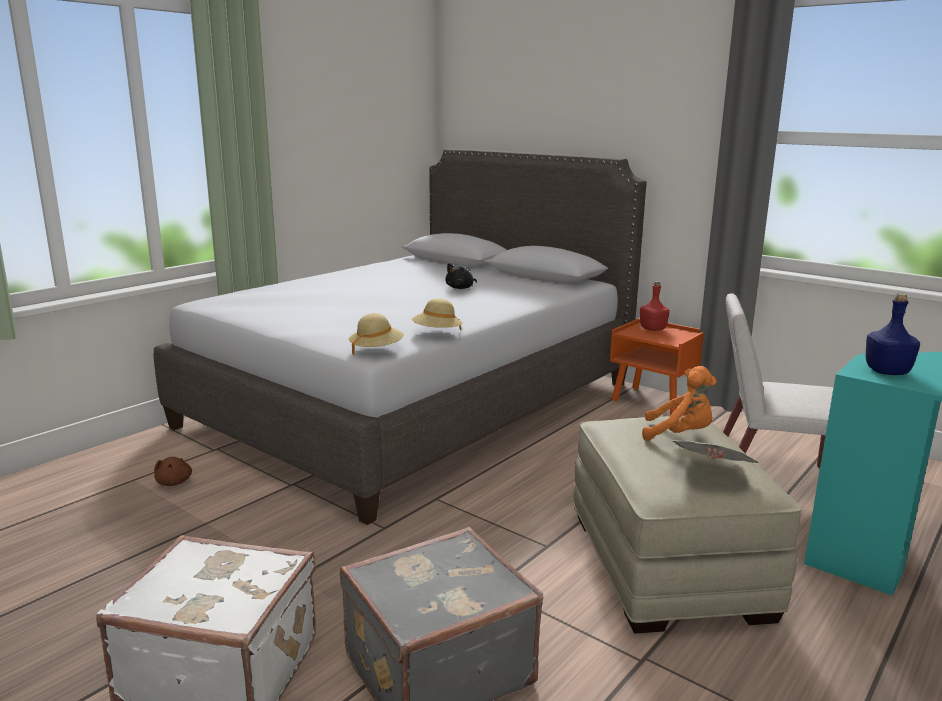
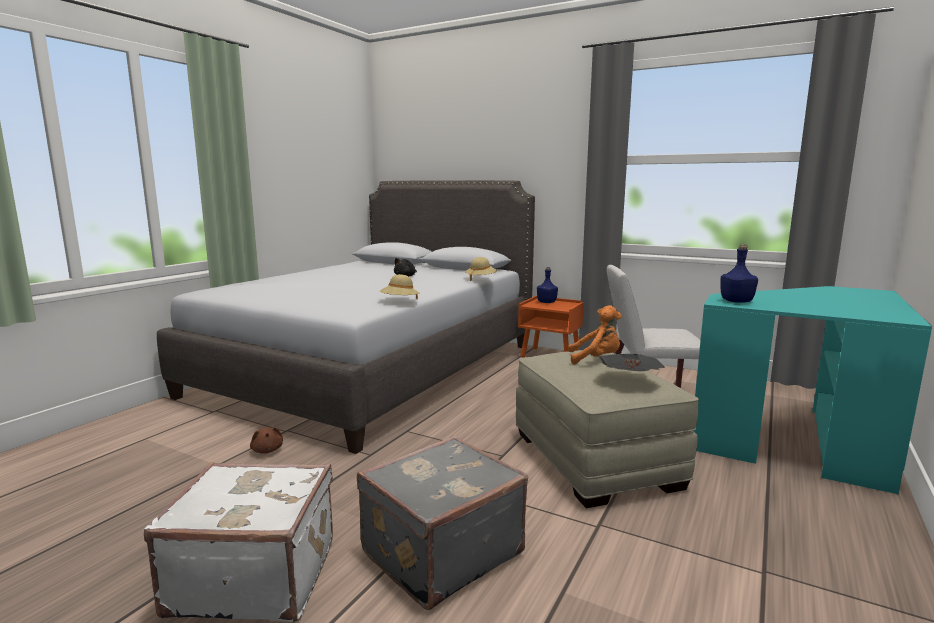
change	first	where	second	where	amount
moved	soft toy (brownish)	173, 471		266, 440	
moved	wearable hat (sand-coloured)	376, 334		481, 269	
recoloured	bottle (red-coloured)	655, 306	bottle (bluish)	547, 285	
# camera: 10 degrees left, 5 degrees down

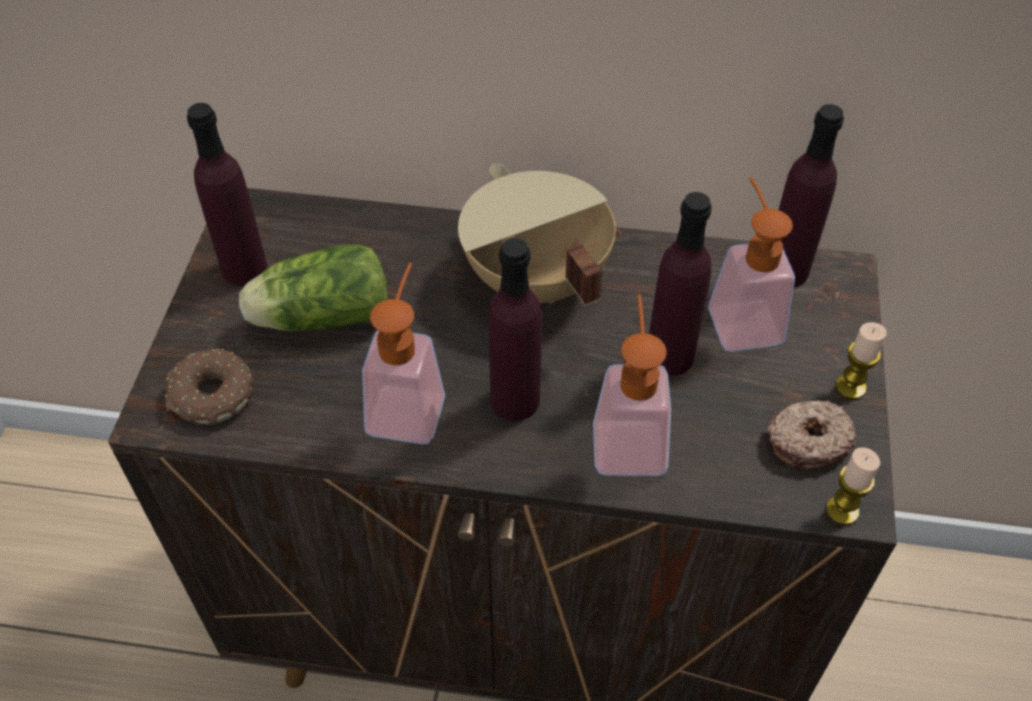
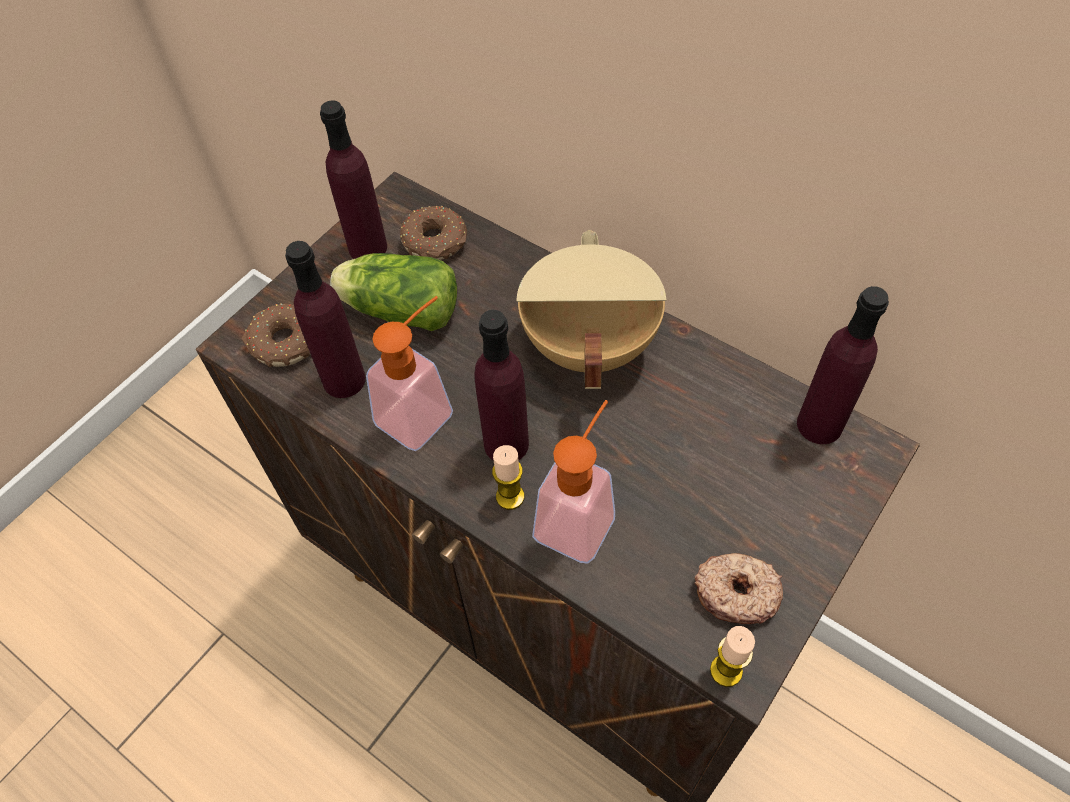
change	first	where	second	where	amount
moved	bottle (purple)	680, 284		325, 319	
removed	soap bottle	751, 264			
moved	wax light	861, 361		508, 477	
added			ring doughnut	433, 233	
# camera: 30 degrees right, 5 degrees up

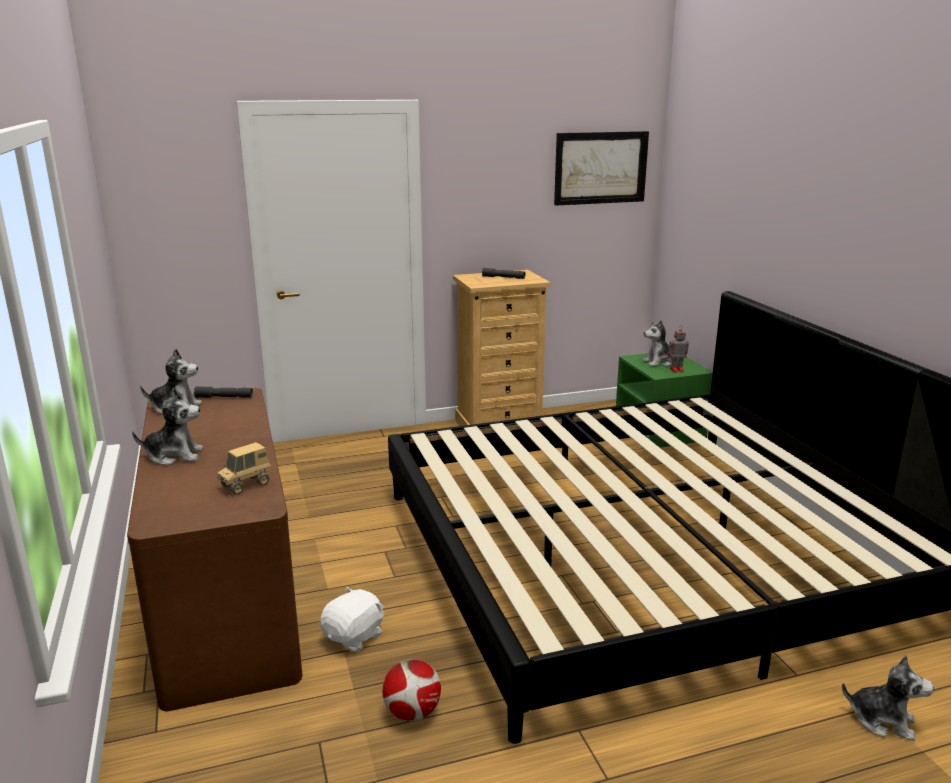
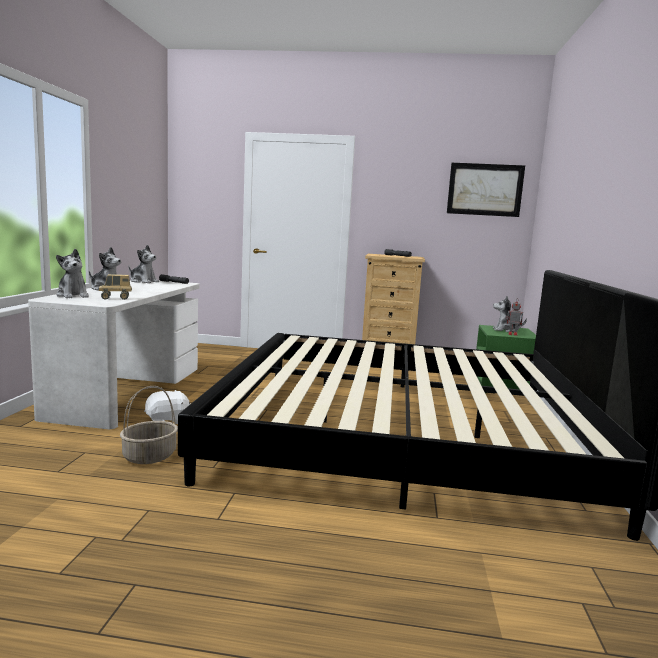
change	first	where	second	where	amount
recoloured	desk table (brownish)	214, 549	desk table (white-coloured)	113, 354	
replaced	ball for football	411, 690	basket	149, 425	
moved	soft toy	888, 698		72, 273	
# camera: 25 degrees right, 10 degrees down

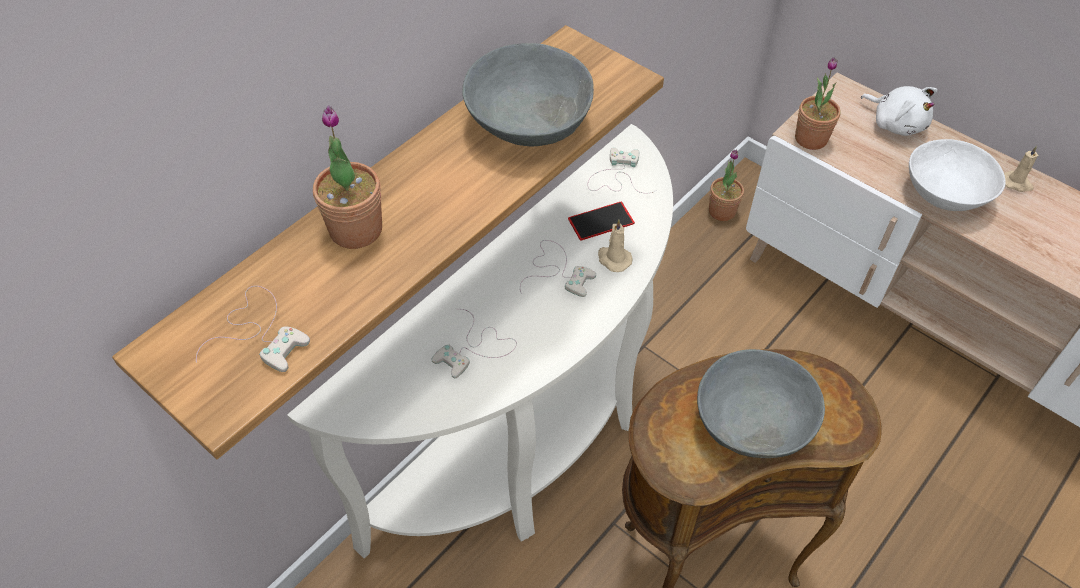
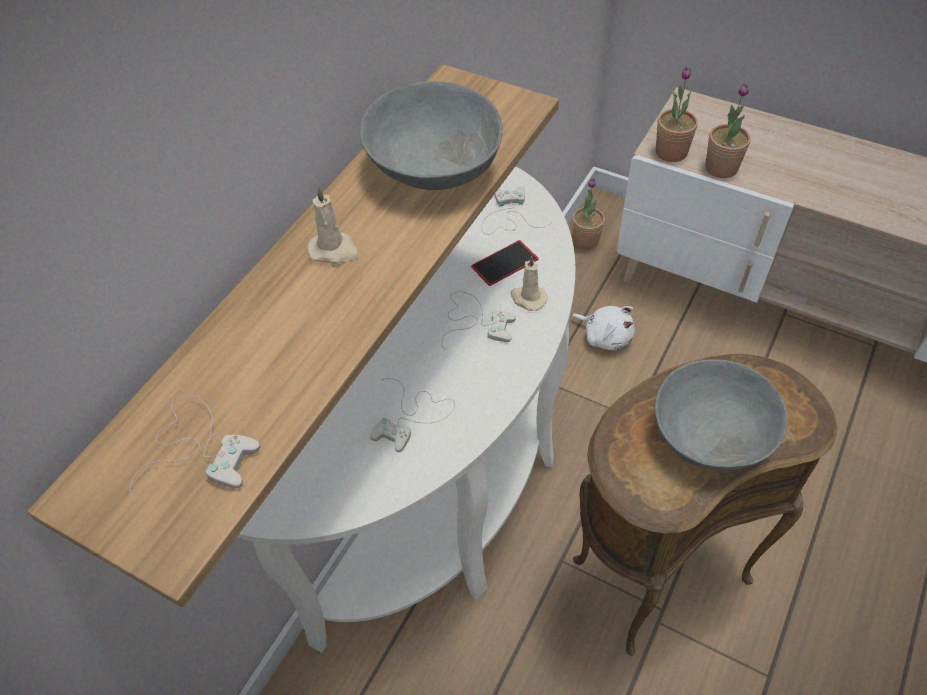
change	first	where	second	where	amount
moved	potted plant	347, 177		728, 130	
moved	soft toy (white-coloured)	899, 111		603, 328	
removed	serving bowl (white-coloured)	957, 175			
moved	wax light (sand-coloured)	1021, 169		334, 225	
# camera: 10 degrees left, 0 degrees up

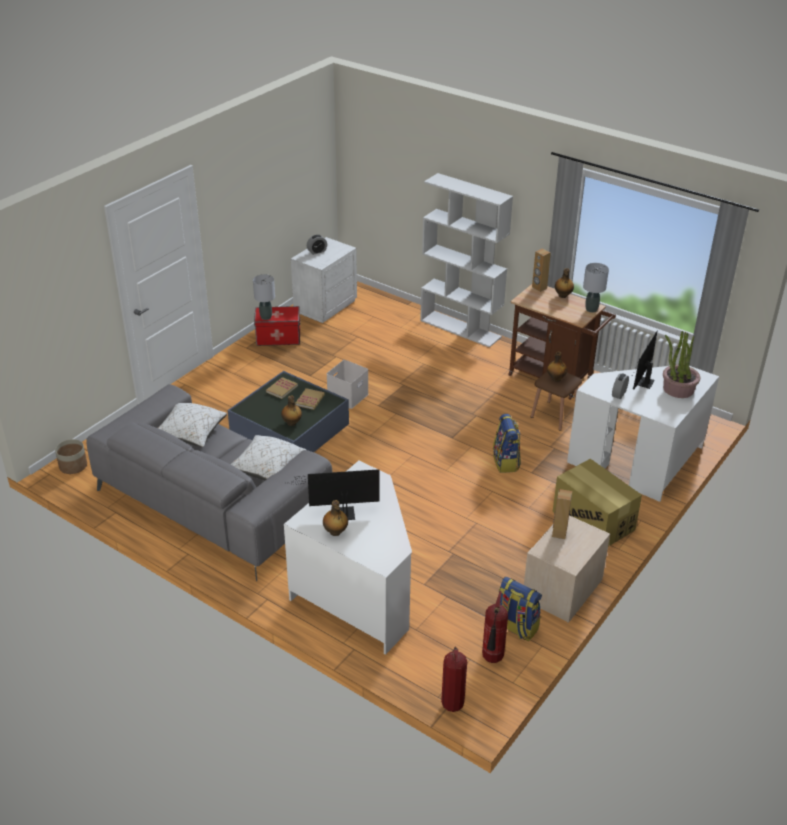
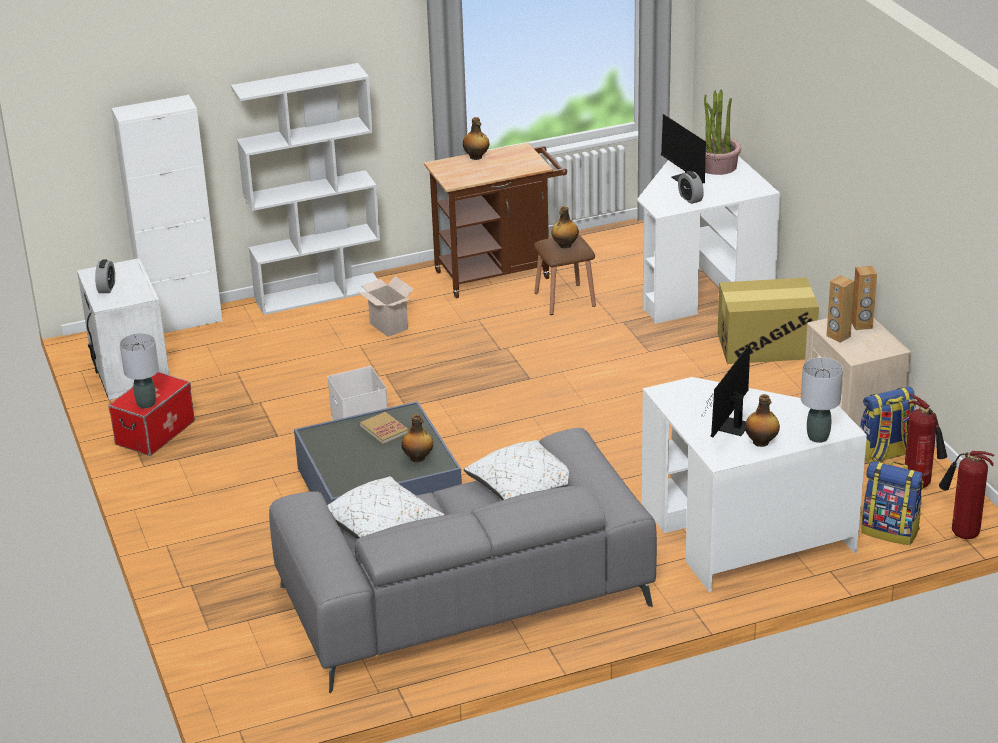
change	first	where	second	where	amount
removed	flower pot	71, 456			
removed	bound book	282, 388			
moved	rucksack	507, 443		892, 503	
moved	audio speaker (brownish)	541, 270		864, 298	
moved	tabletop lamp (greyish)	596, 288		822, 400	
added			storage cabinet (white-coloured)	167, 214	
added			cardboard box	386, 306	
# camera: 55 degrees left, 5 degrees down

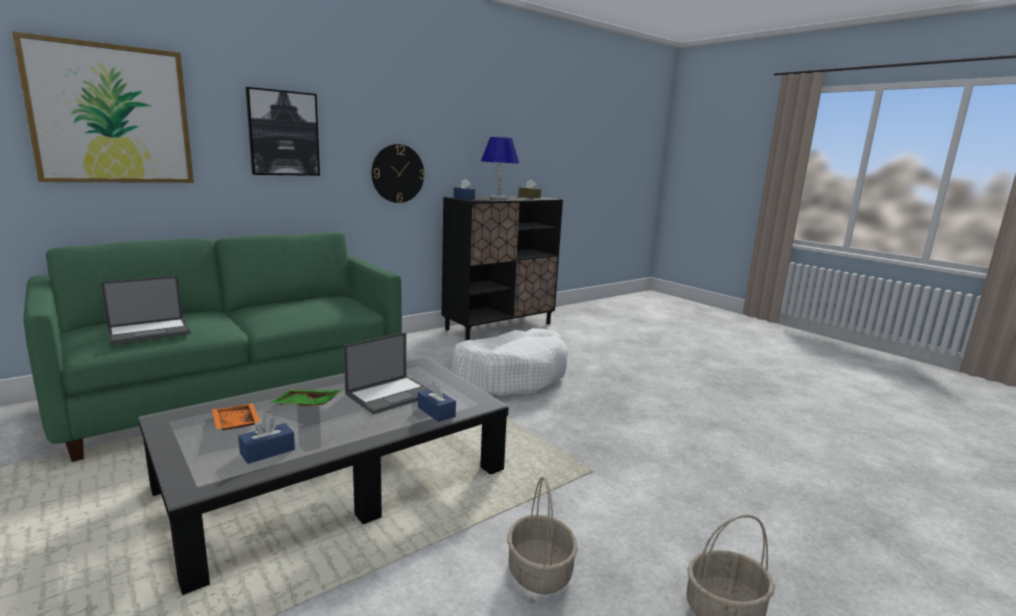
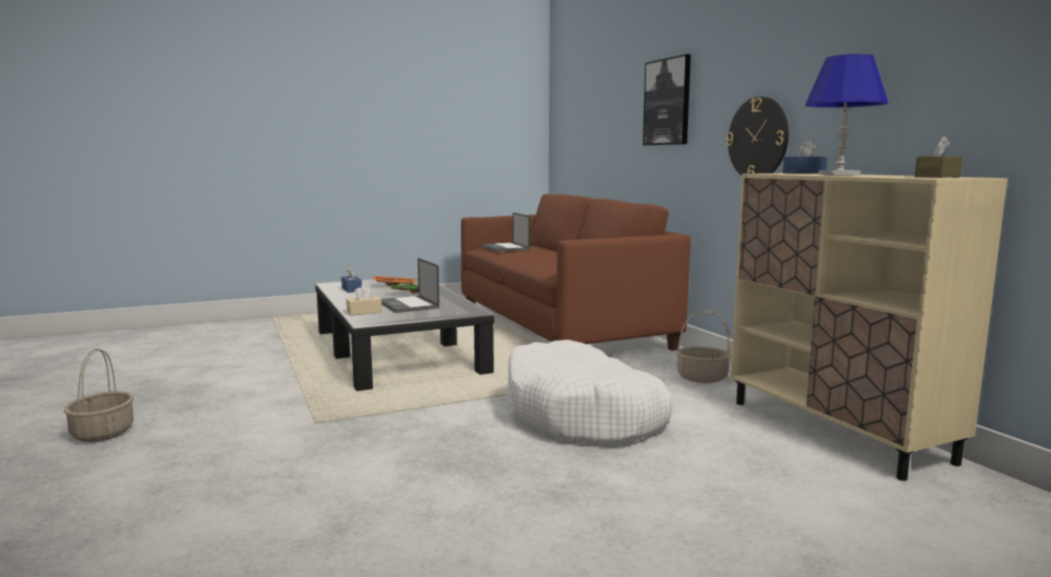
change	first	where	second	where	amount
removed	picture	103, 107			
recoloured	sofa (green)	213, 347	sofa (brownish)	575, 272	
recoloured	tissue holder (bluish)	437, 401	tissue holder (sand-coloured)	364, 300	
recoloured	storage cabinet (black-coloured)	502, 268	storage cabinet (sand-coloured)	869, 327	
moved	basket	542, 535		703, 346	
# camera: 105 degrees right, 5 degrees down

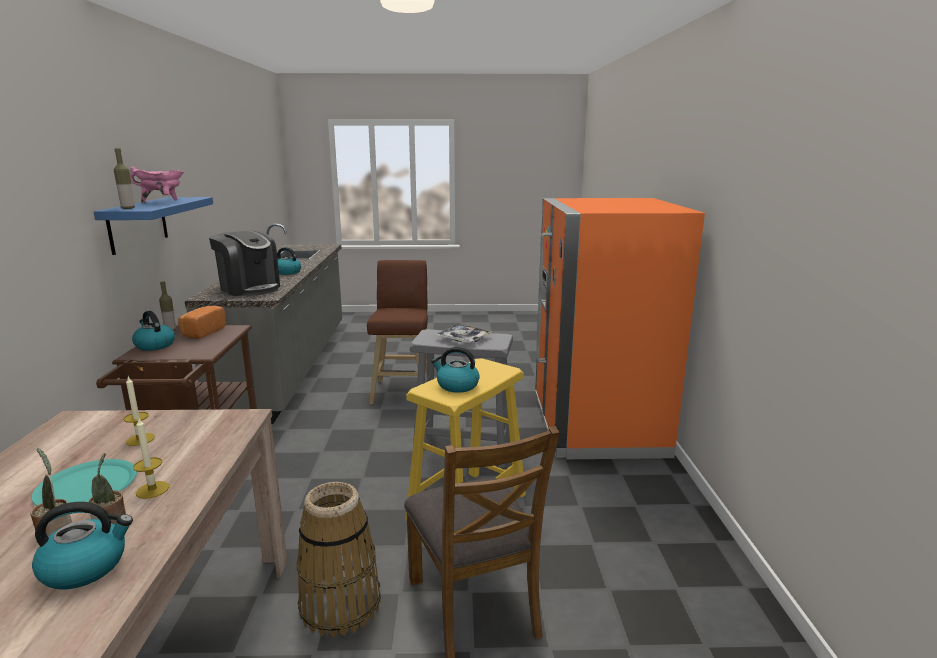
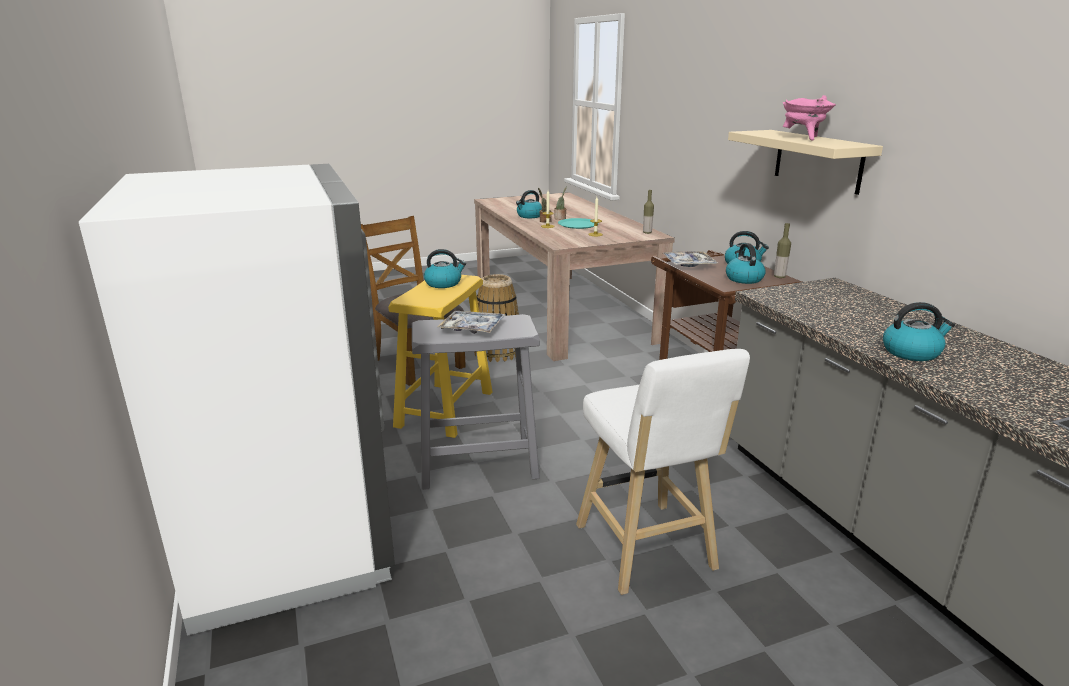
change	first	where	second	where	amount
recoloured	shelf (bluish)	153, 226	shelf (sand-coloured)	805, 162	
moved	bottle	124, 178		648, 212	
replaced	bakery bread	202, 322	water kettle	746, 263	
removed	coffee machine	244, 263			
recoloured	sitting stool (brownish)	397, 332	sitting stool (white-coloured)	663, 472	
recoloured	refrigerator (orange-coloured)	620, 328	refrigerator (white-coloured)	237, 400	
added			tray	690, 259	
# camera: 160 degrees right, 5 degrees up

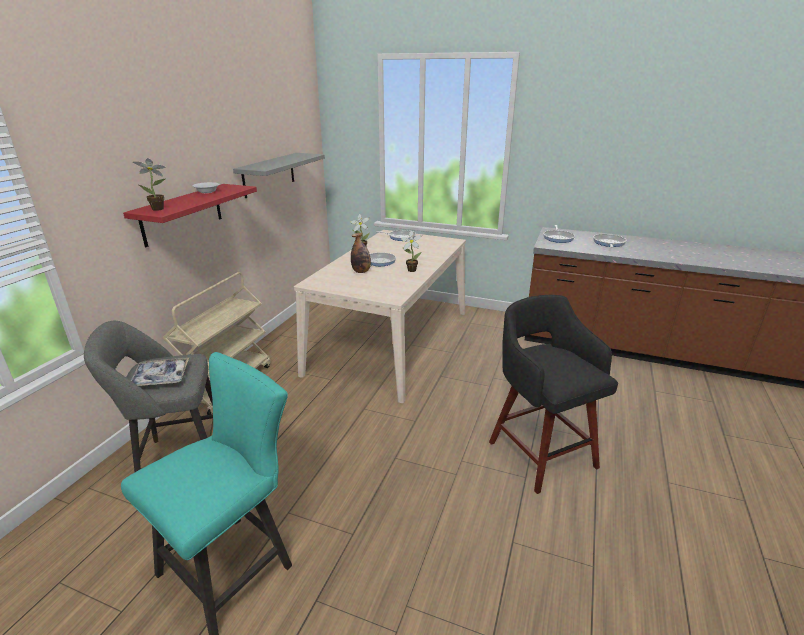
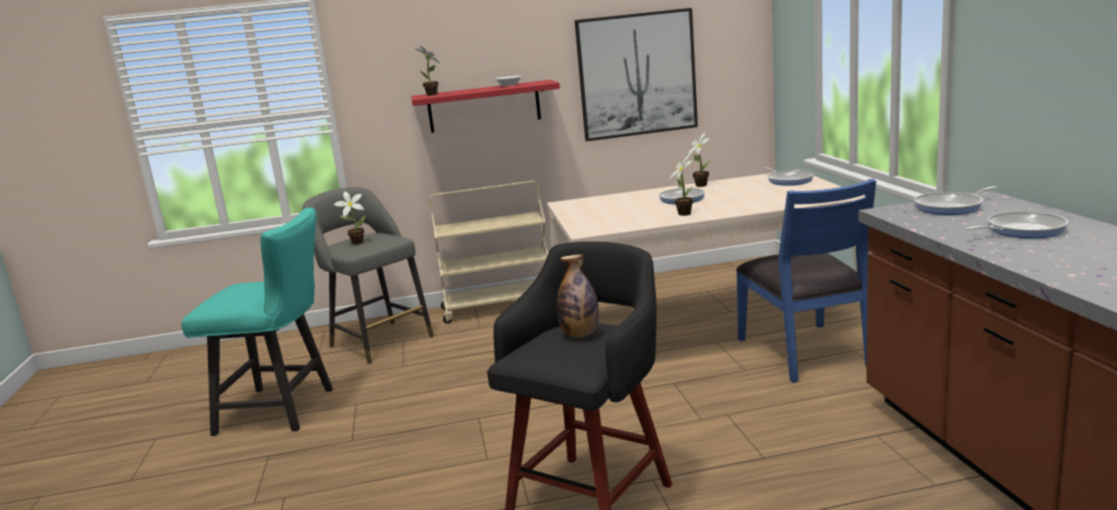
change	first	where	second	where	amount
replaced	tray	160, 371	potted plant	350, 218	
replaced	shelf (greyish)	279, 175	picture	636, 74	
moved	bottle	361, 253		578, 296	
added			plain chair (bluish)	806, 281	
# camera: 60 degrees right, 10 degrees down

